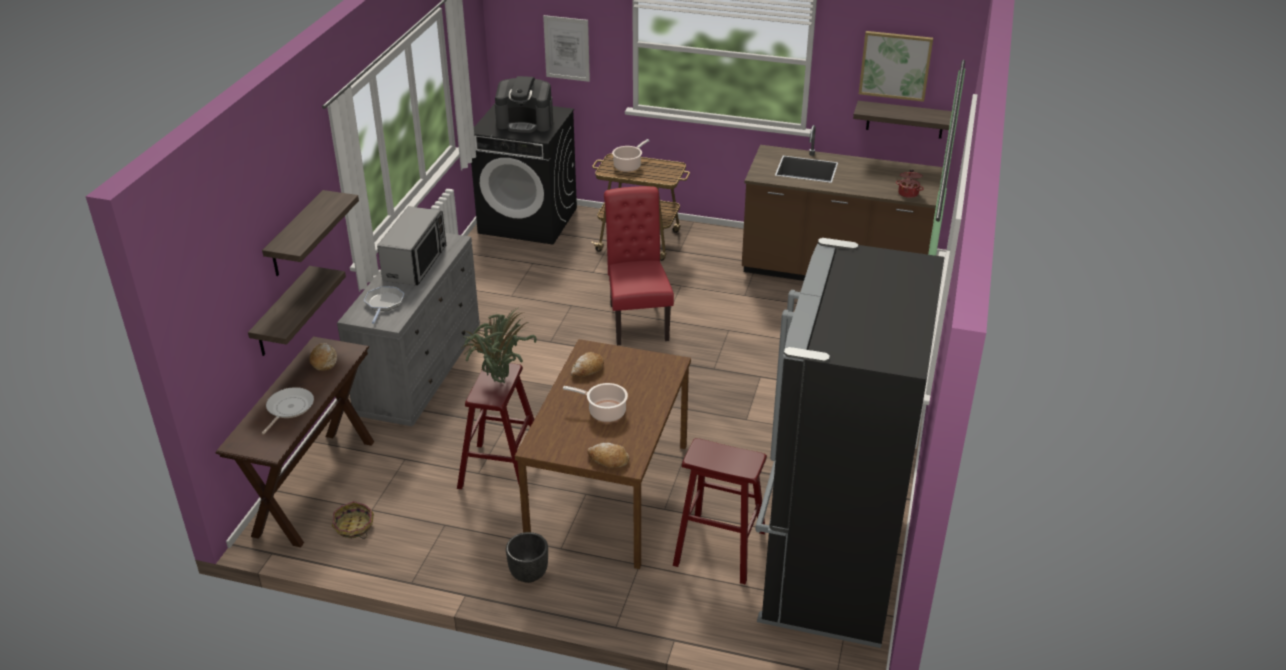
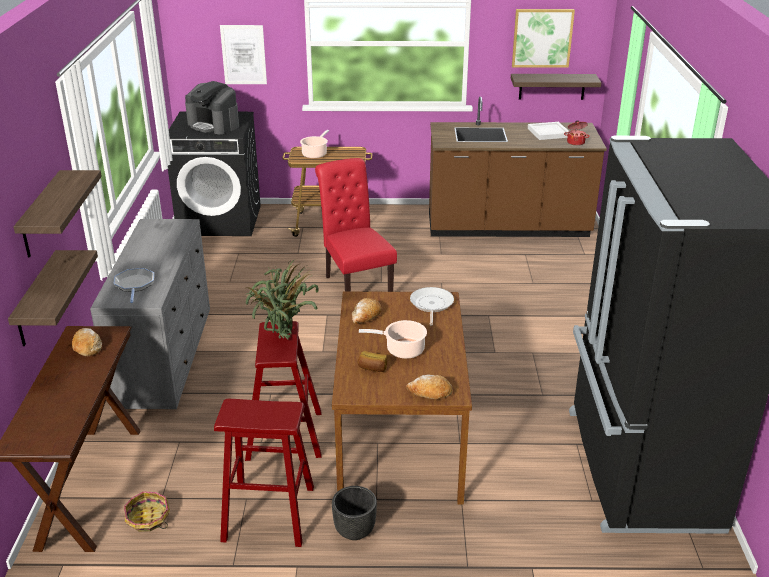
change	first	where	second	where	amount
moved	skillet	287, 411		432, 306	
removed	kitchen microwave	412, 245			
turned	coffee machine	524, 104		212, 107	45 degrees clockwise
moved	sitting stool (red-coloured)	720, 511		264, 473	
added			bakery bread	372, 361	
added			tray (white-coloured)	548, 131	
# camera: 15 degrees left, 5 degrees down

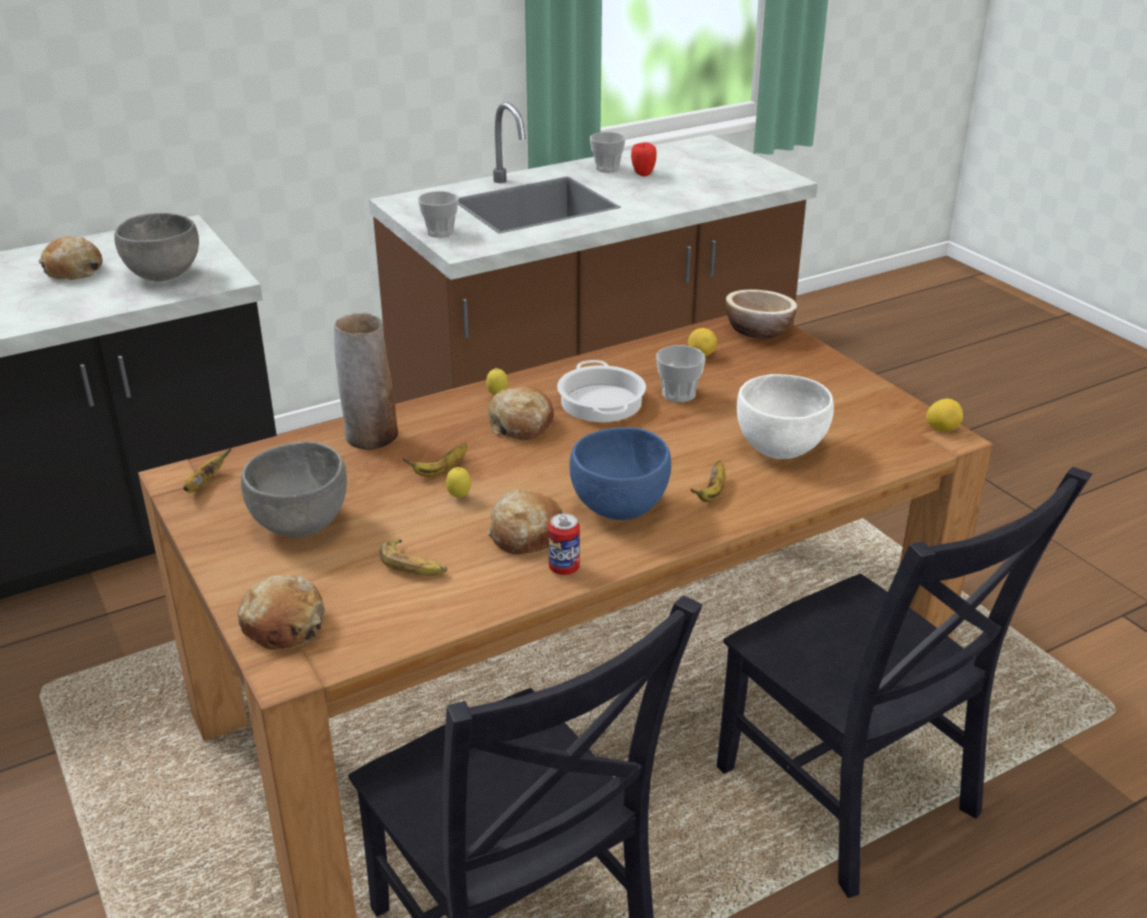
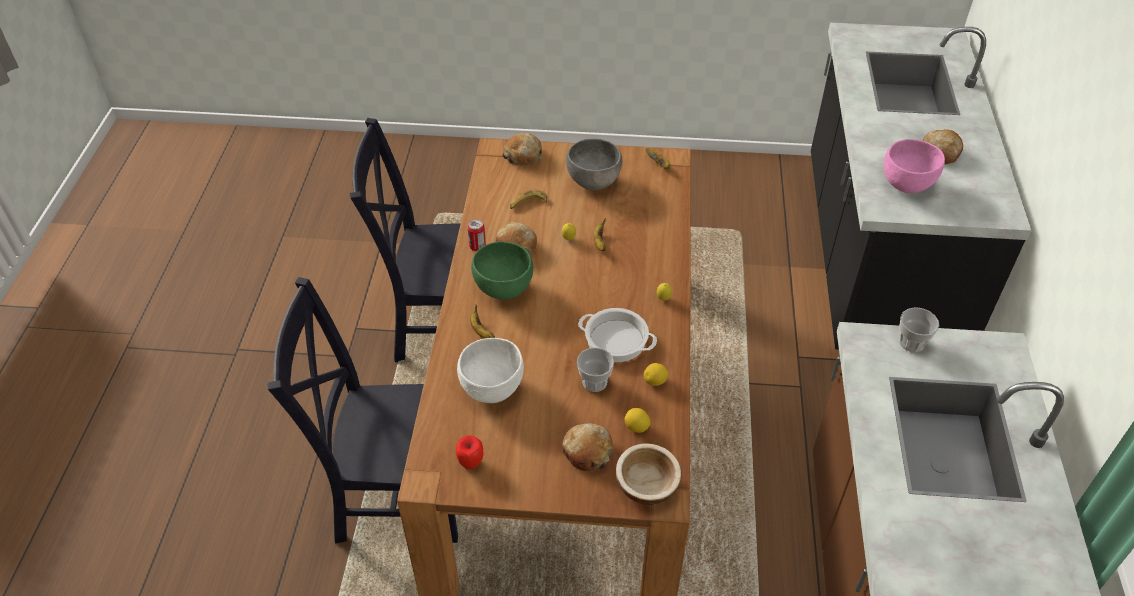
change	first	where	second	where	amount
recoloured	serving bowl (greyish)	156, 247	serving bowl (pinkish)	914, 166	
removed	vase	366, 381			
moved	bakery bread	521, 413		587, 447	
recoloured	serving bowl (bluish)	620, 473	serving bowl (green)	502, 270	
removed	drinking cup	608, 152			
moved	whole apple	643, 159		469, 452	
moved	whole lemon	944, 415		656, 374	
# camera: 125 degrees right, 15 degrees up

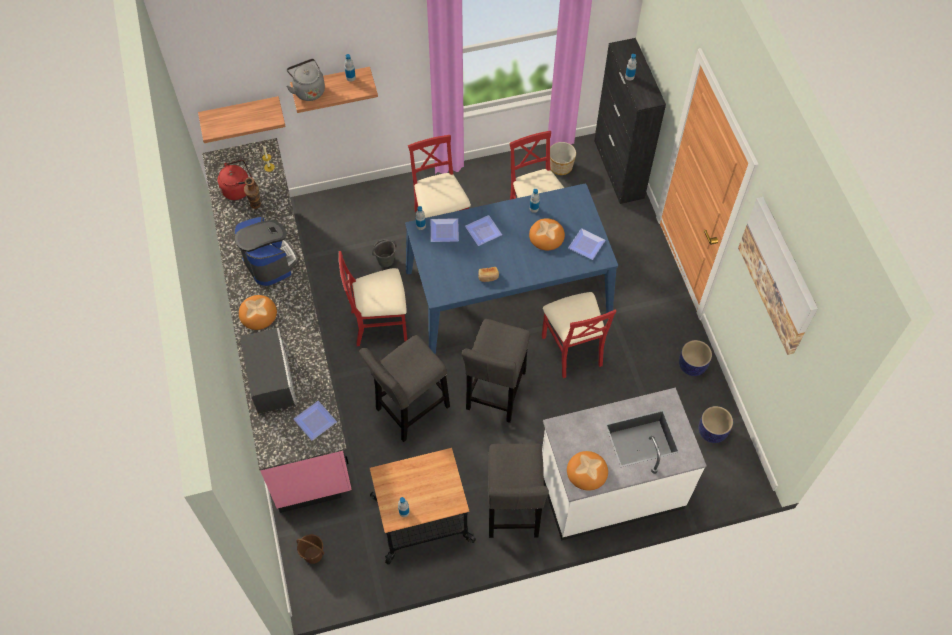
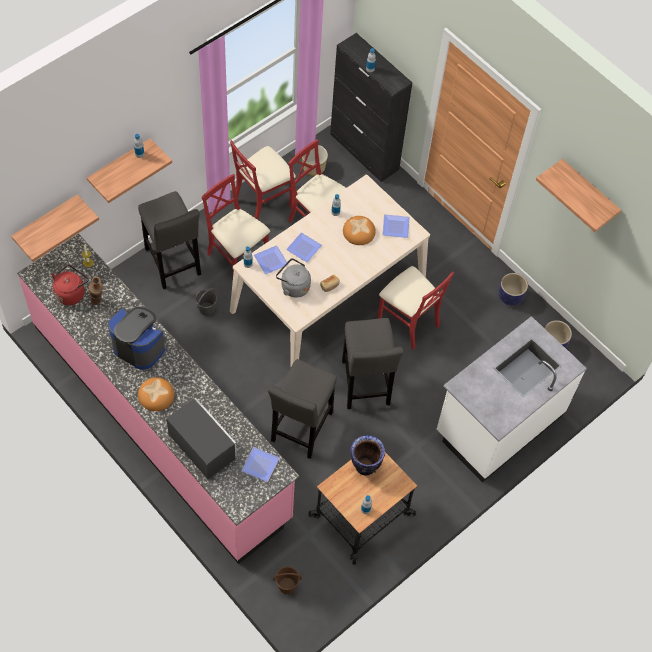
change	first	where	second	where	amount
moved	water kettle (greyish)	305, 80		293, 278	
moved	plain chair (red-coloured)	373, 298		263, 180	
recoloured	dinner table (bluish)	511, 269	dinner table (sand-coloured)	330, 270	
moved	sitting stool (greyish)	518, 490		169, 240	
removed	bakery bread	587, 470			
replaced	picture	778, 276	shelf	578, 195	
added			vase	368, 455	
# camera: 30 degrees left, 0 degrees up

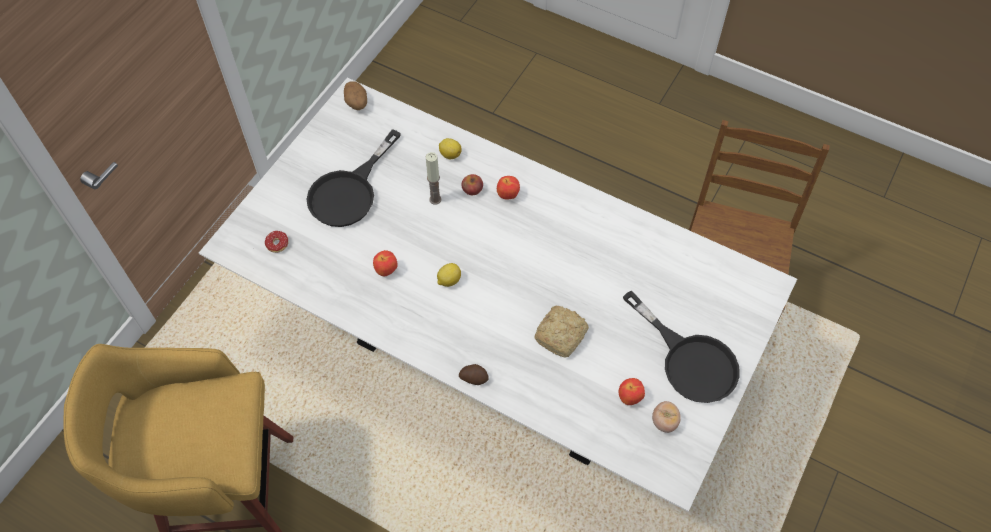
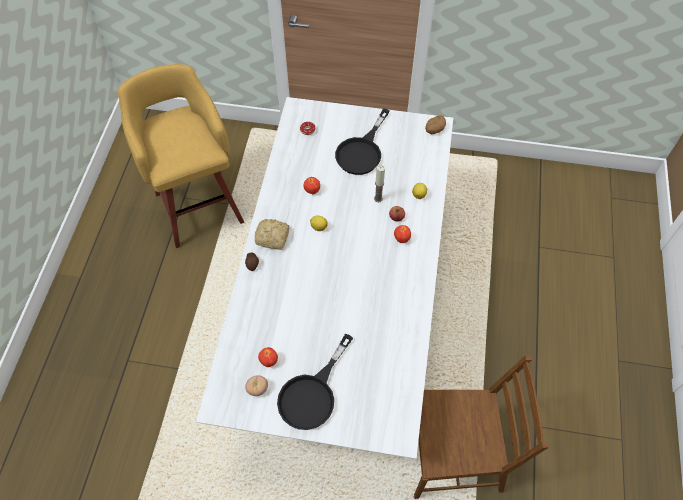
change	first	where	second	where	amount
turned	skillet (black-coloured)	353, 178		362, 141	75 degrees counterclockwise
moved	bakery bread	561, 332		272, 234	
# camera: 70 degrees right, 0 degrees up

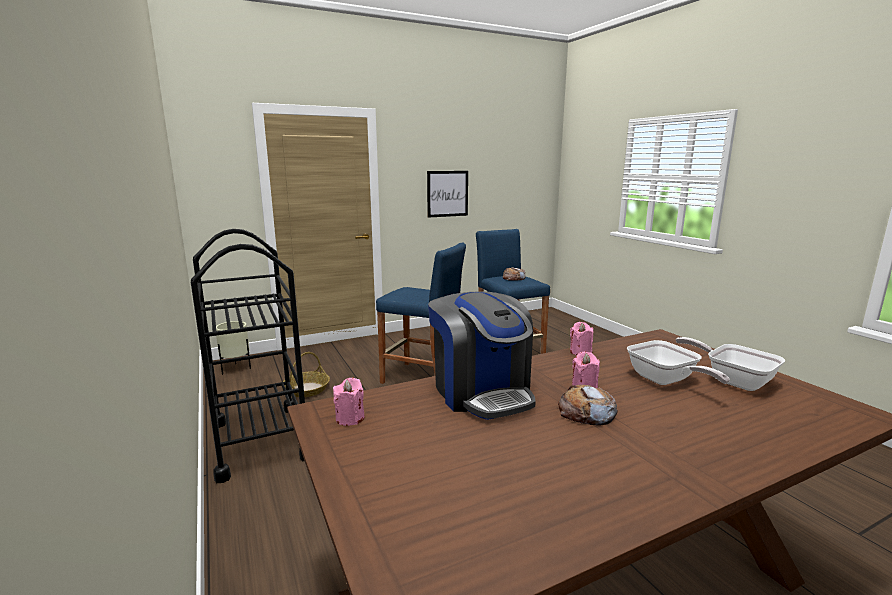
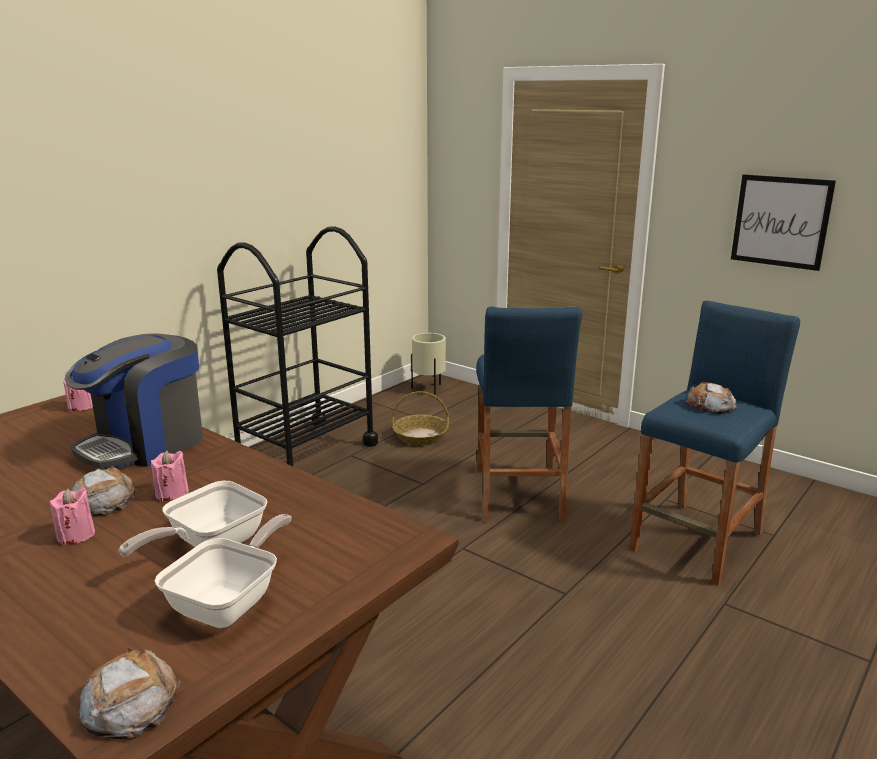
change	first	where	second	where	amount
moved	wax light (pinkish)	581, 338		72, 516	
added			bakery bread	129, 694	
# camera: 65 degrees right, 5 degrees up

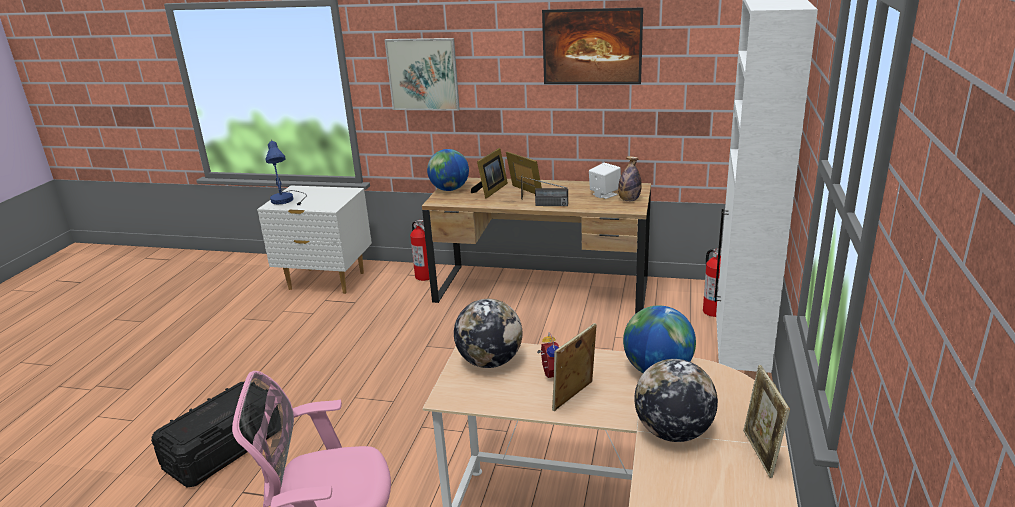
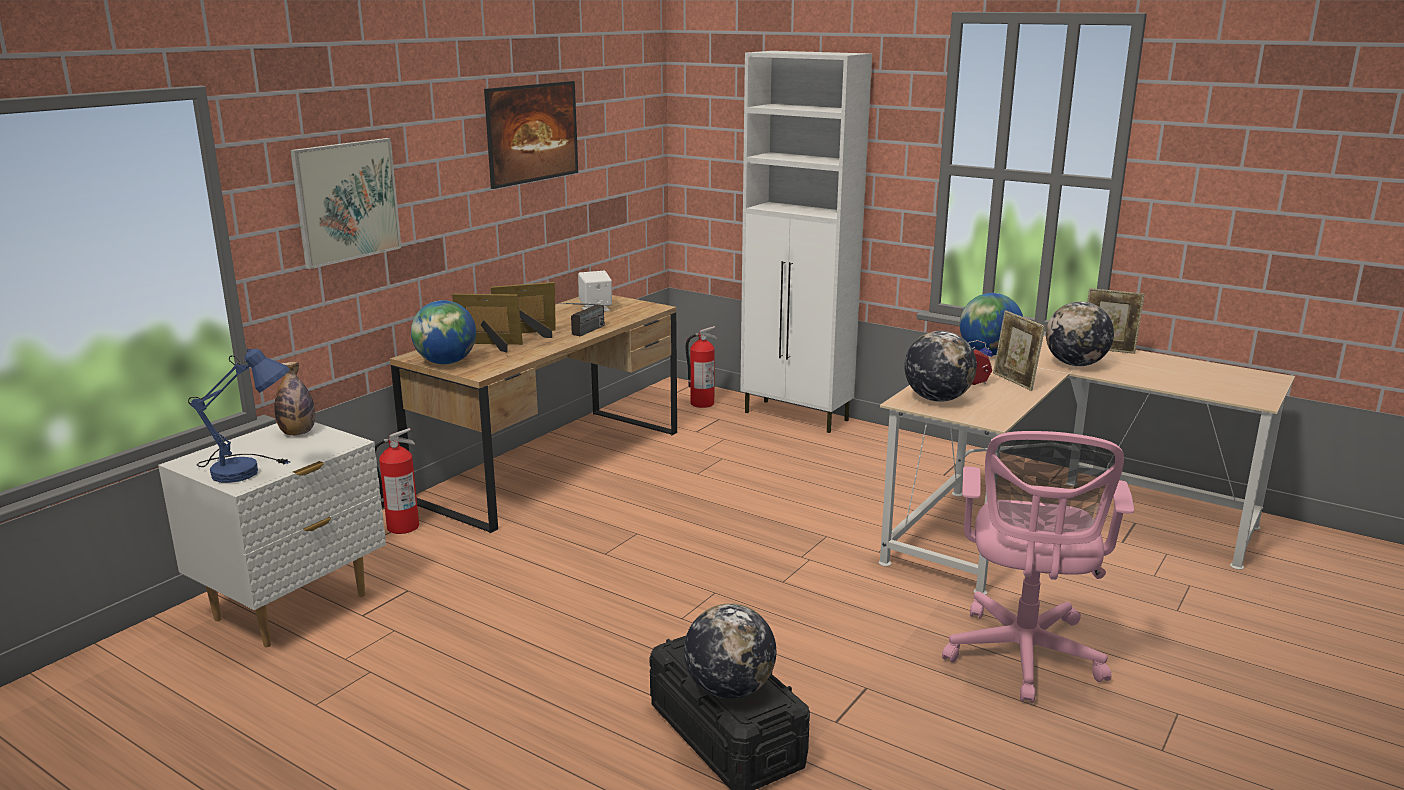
change	first	where	second	where	amount
turned	picture frame	489, 173		487, 323	45 degrees counterclockwise
moved	bottle	630, 178		294, 399	
added			world globe	730, 651	
# camera: 70 degrees left, 5 degrees down

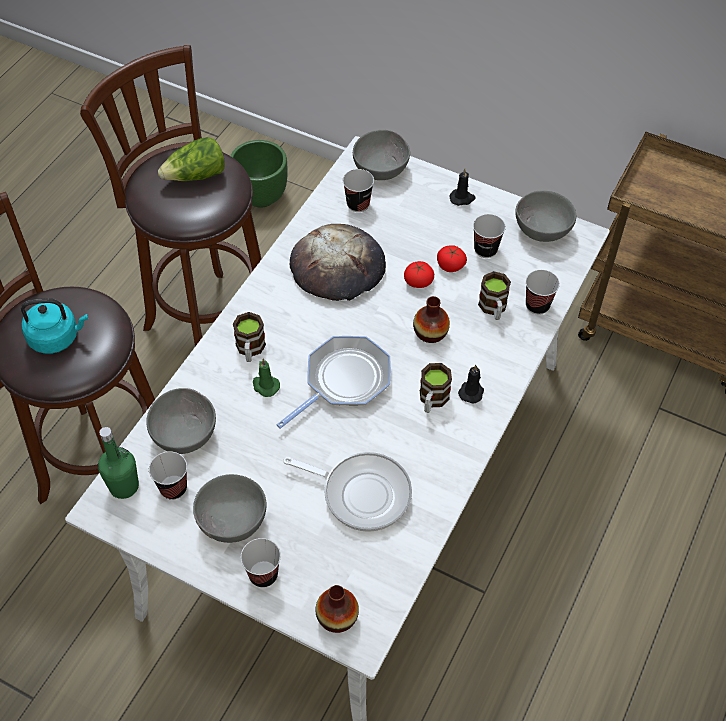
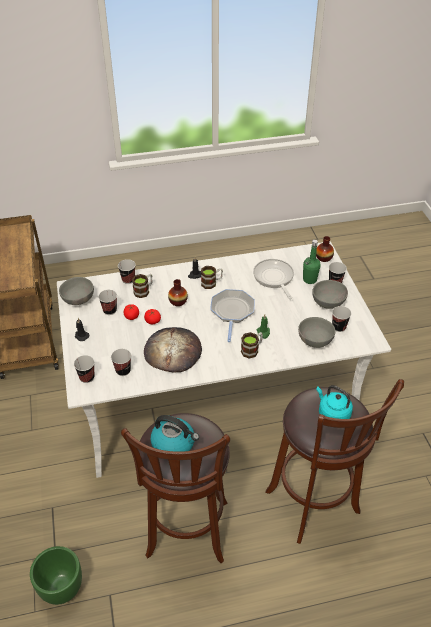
change	first	where	second	where	amount
moved	bottle (green)	118, 463		312, 262	
replaced	head of lettuce	191, 159	water kettle	175, 433	
turned	skillet	334, 382		232, 315	90 degrees clockwise
replaced	serving bowl (greyish)	381, 155	drinking cup	84, 369	
# camera: 130 degrees left, 10 degrees down

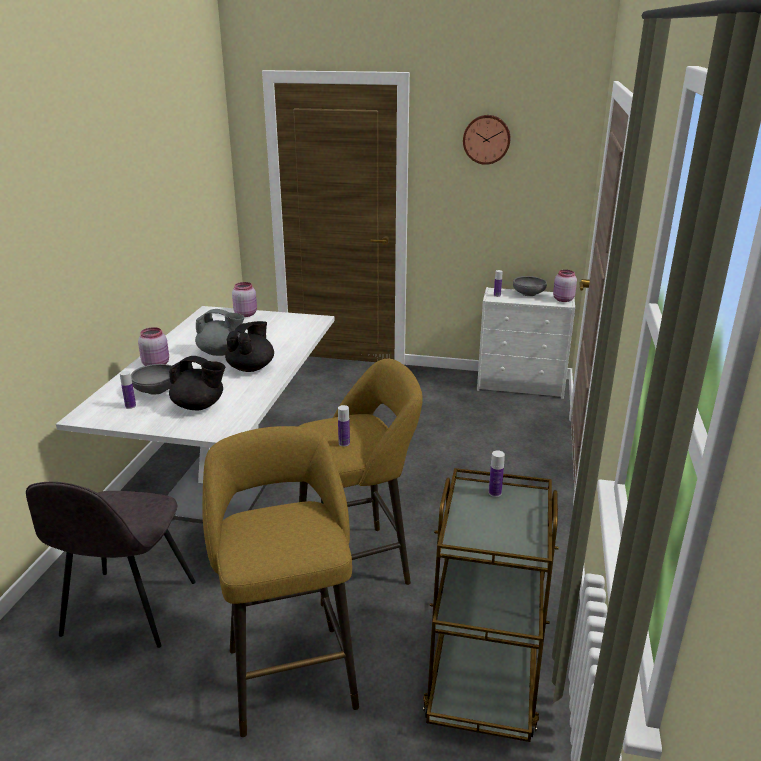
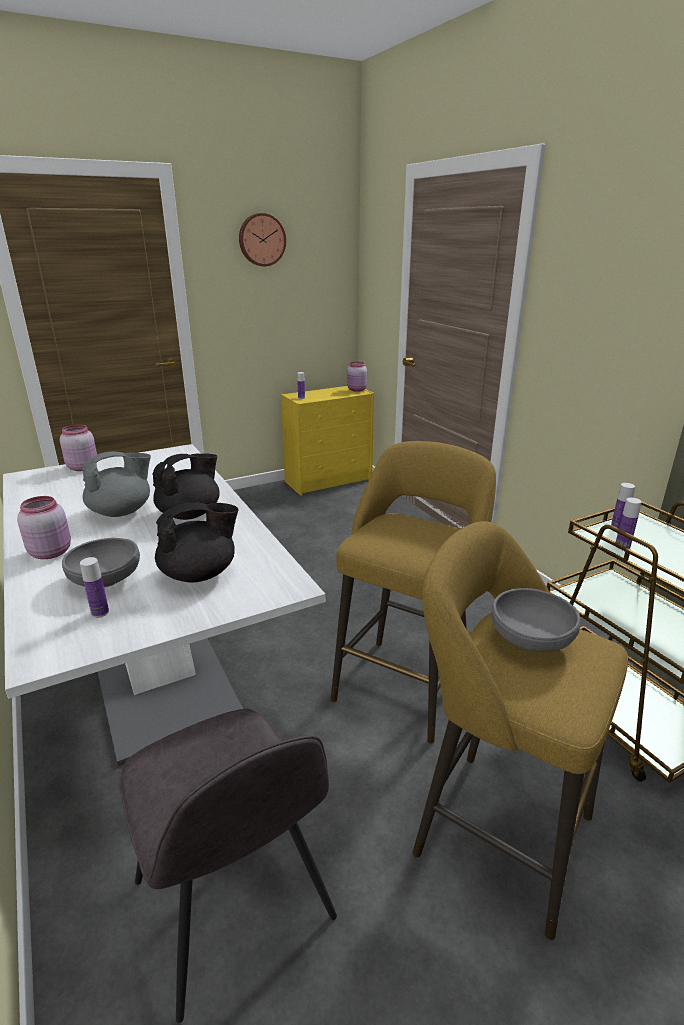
change	first	where	second	where	amount
turned	teapot (black-coloured)	249, 346		186, 487	60 degrees clockwise
moved	bottle	344, 426		629, 523	
recoloured	dresser (white-coloured)	526, 343	dresser (yellowish)	327, 441	
moved	serving bowl (greyish)	530, 286		535, 620	
# camera: 40 degrees left, 0 degrees up

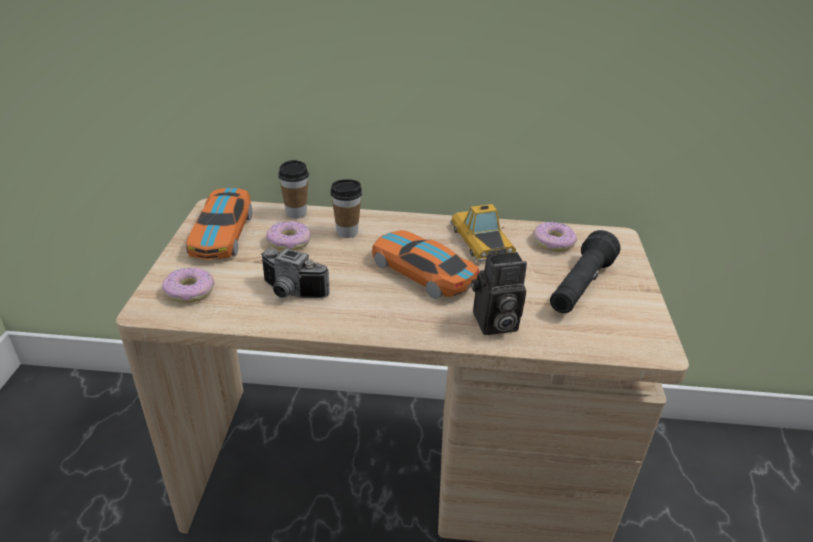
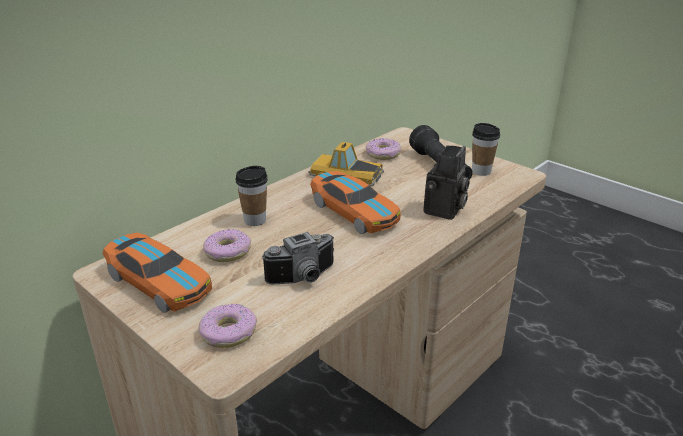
change	first	where	second	where	amount
moved	drinking cup	293, 189		486, 149	
turned	toy car	426, 264		355, 202	120 degrees counterclockwise
# camera: 50 degrees left, 5 degrees down

